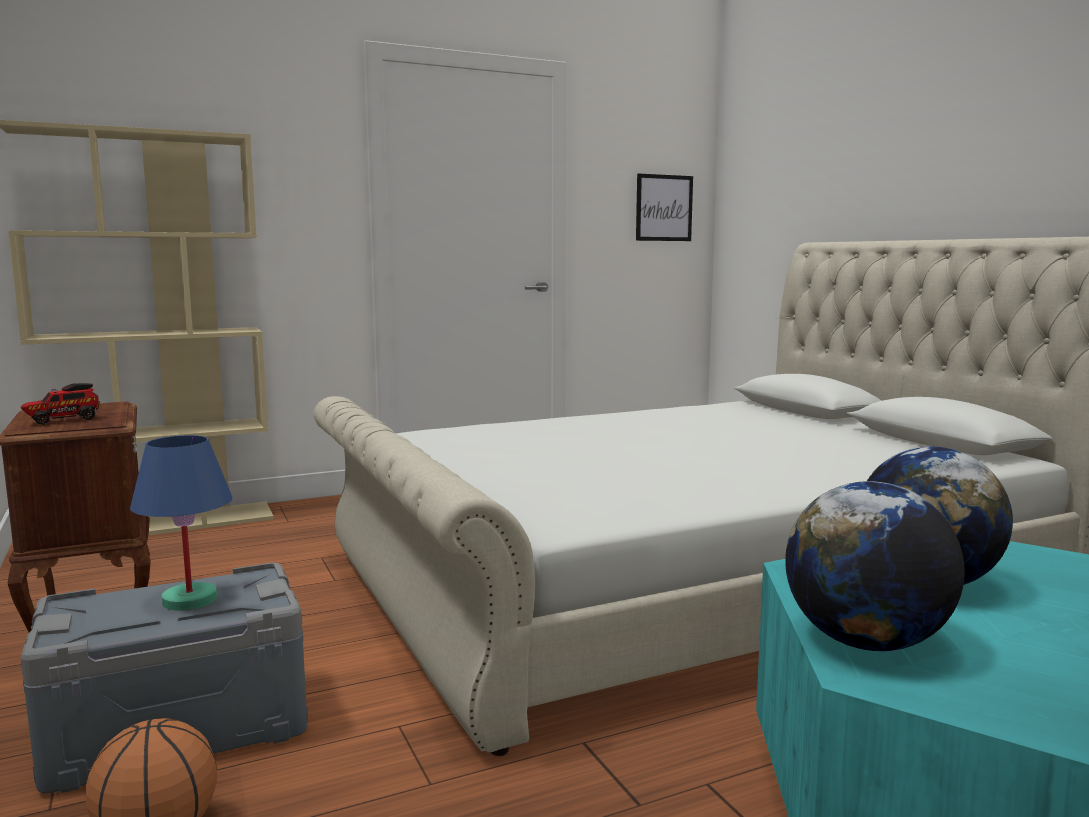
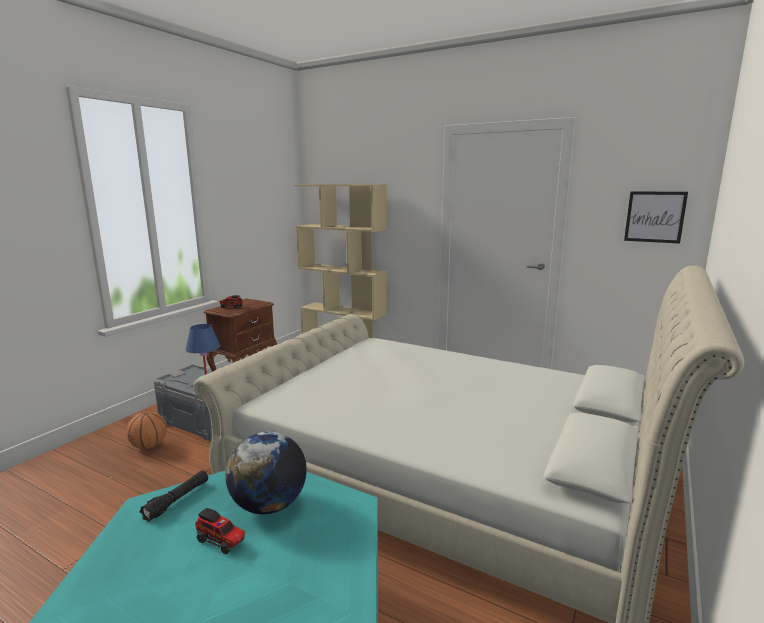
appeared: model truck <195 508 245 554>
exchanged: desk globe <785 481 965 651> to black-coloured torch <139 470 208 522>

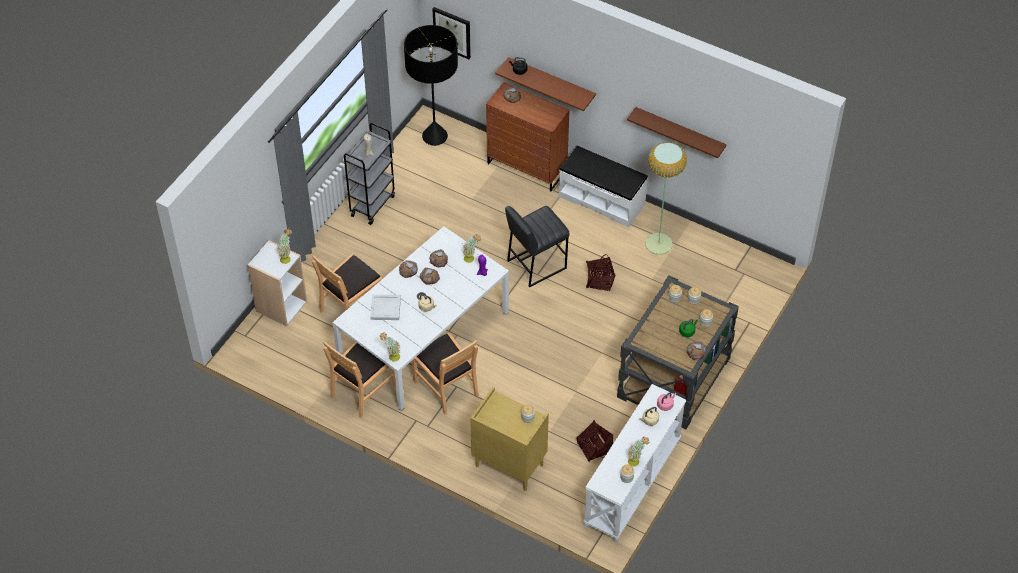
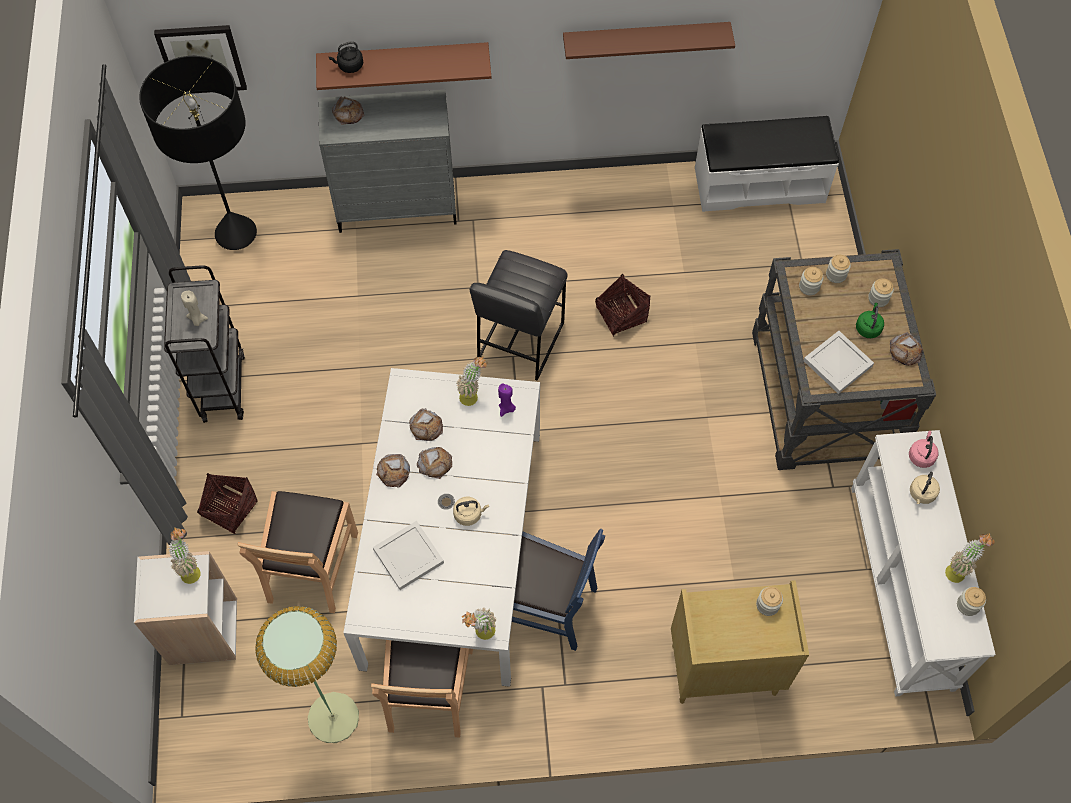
appeared: white carrying tray <803 331 874 394>
relocated: white long seat <559 146 648 228> to <695 116 839 212>; basket <577 420 613 461> to <197 473 258 534>; standing lamp <645 142 687 255> to <255 606 359 743>
colour: brown-coloured chair <412 333 479 415> to bluish chair <494 529 605 651>; brown-coloured drawer chest <486 82 570 191> to gray drawer chest <319 90 457 233>

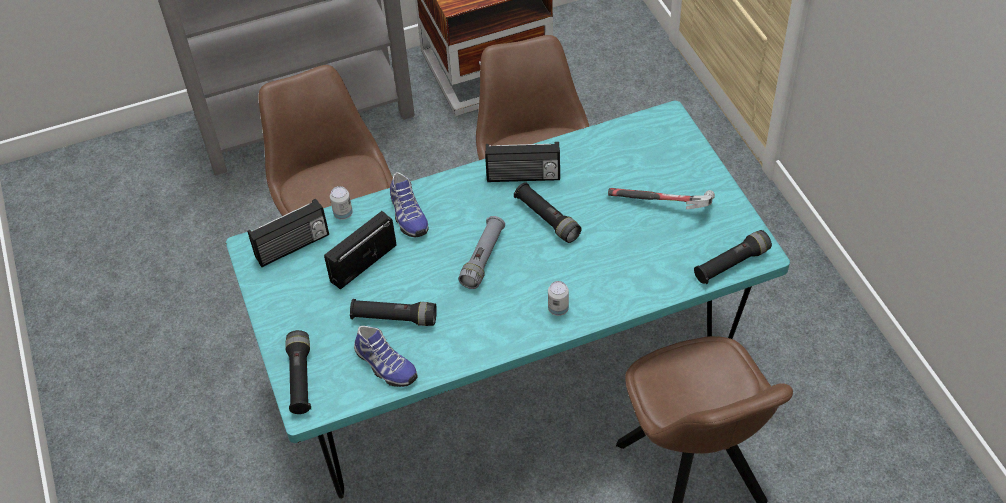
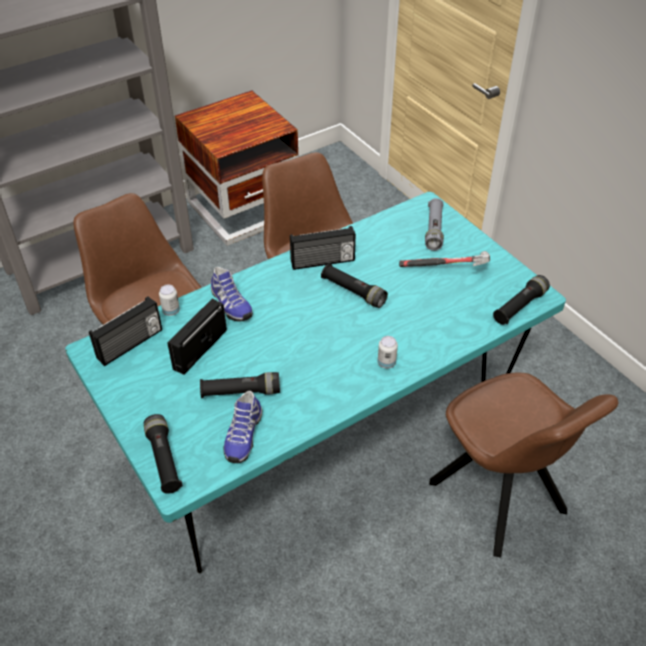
relocated: gray torch <458 216 505 289> to <425 198 444 251>
spun: low shoe <354 326 417 387> = <224 391 262 463> 75 degrees clockwise

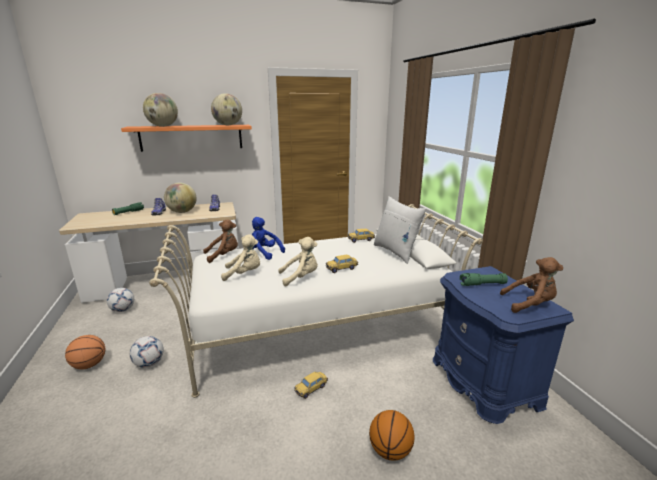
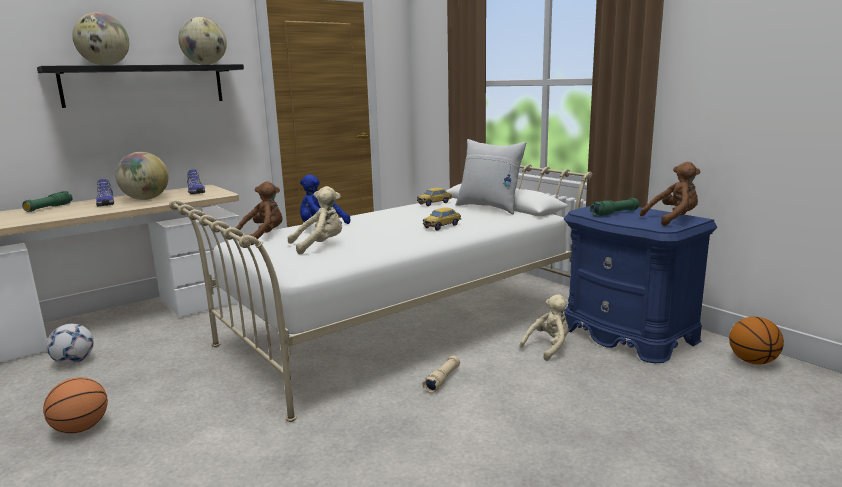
missing: football <130 336 164 368>
relocated: beige cuddly toy <278 237 318 286> to <520 294 569 361>; basketball <369 410 415 461> to <729 317 784 364>
exchanged: miniature car <294 372 328 399> to beige torch <423 355 460 394>
colour: orange bracket shelf <121 125 252 152> to black-coloured bracket shelf <37 64 244 108>

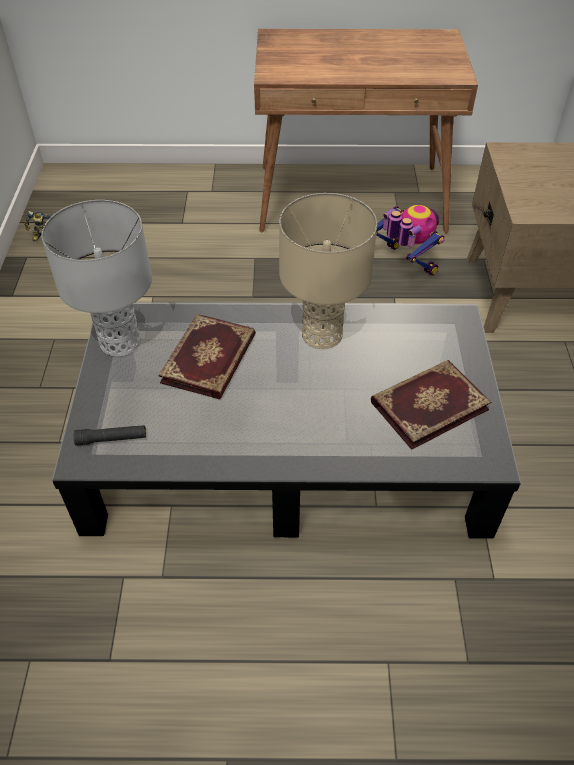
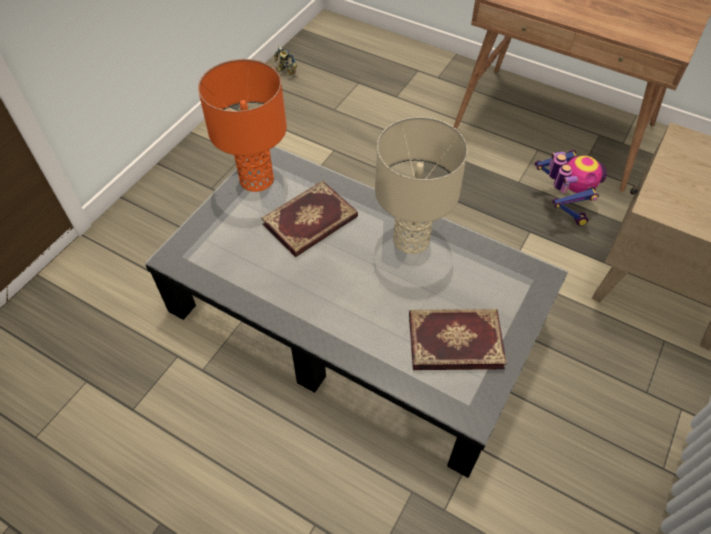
missing: black-coloured torch <73 425 146 446>
colour: white lamp for a table <42 200 152 357> to orange lamp for a table <198 59 287 192>

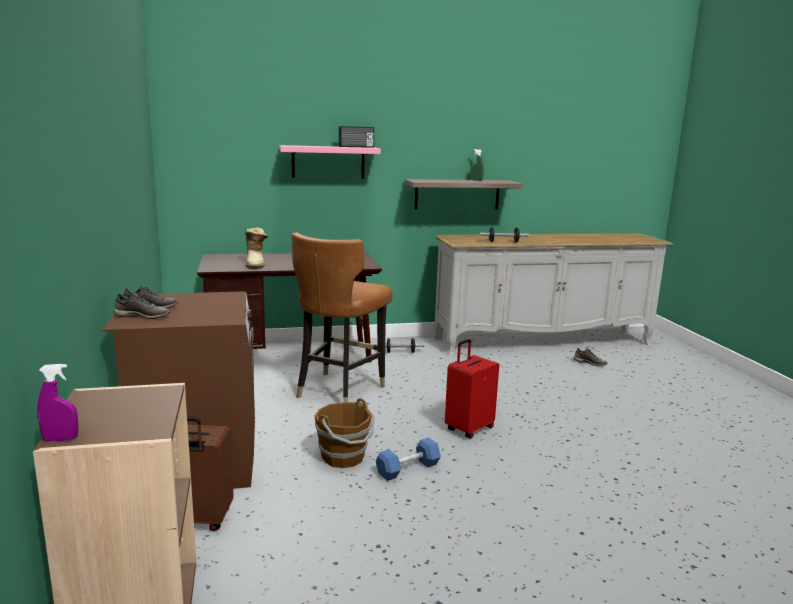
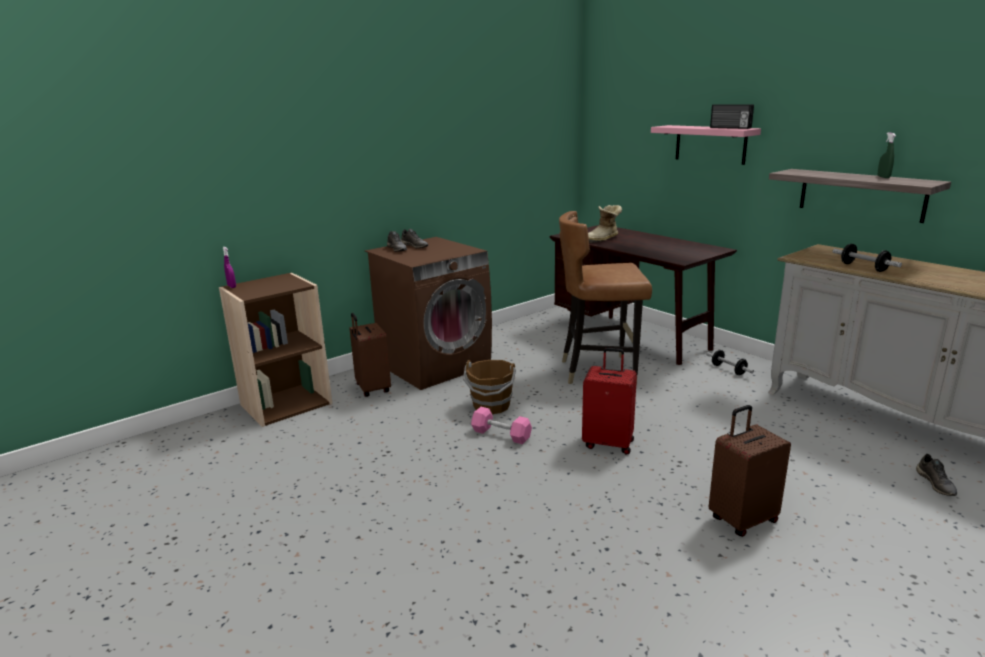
appeared: brown-coloured travel case <709 405 791 537>
colour: bluish dumbbell <376 437 441 481> to pink-coloured dumbbell <471 407 532 444>

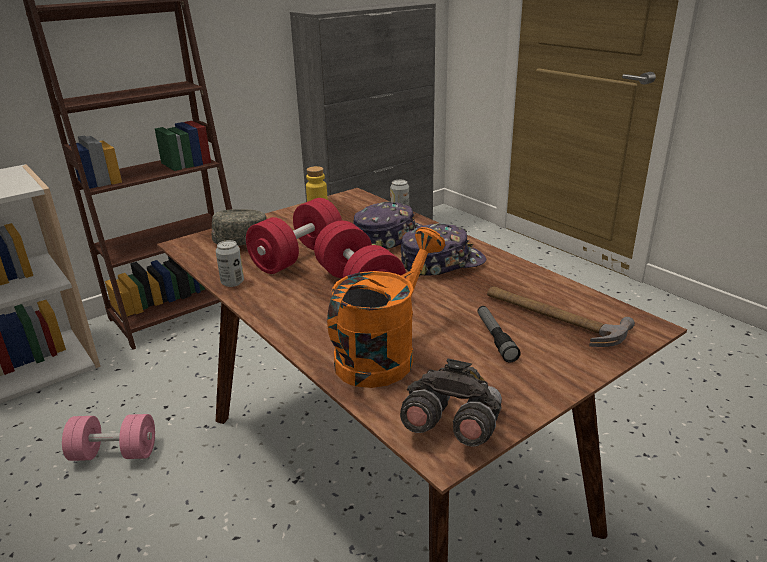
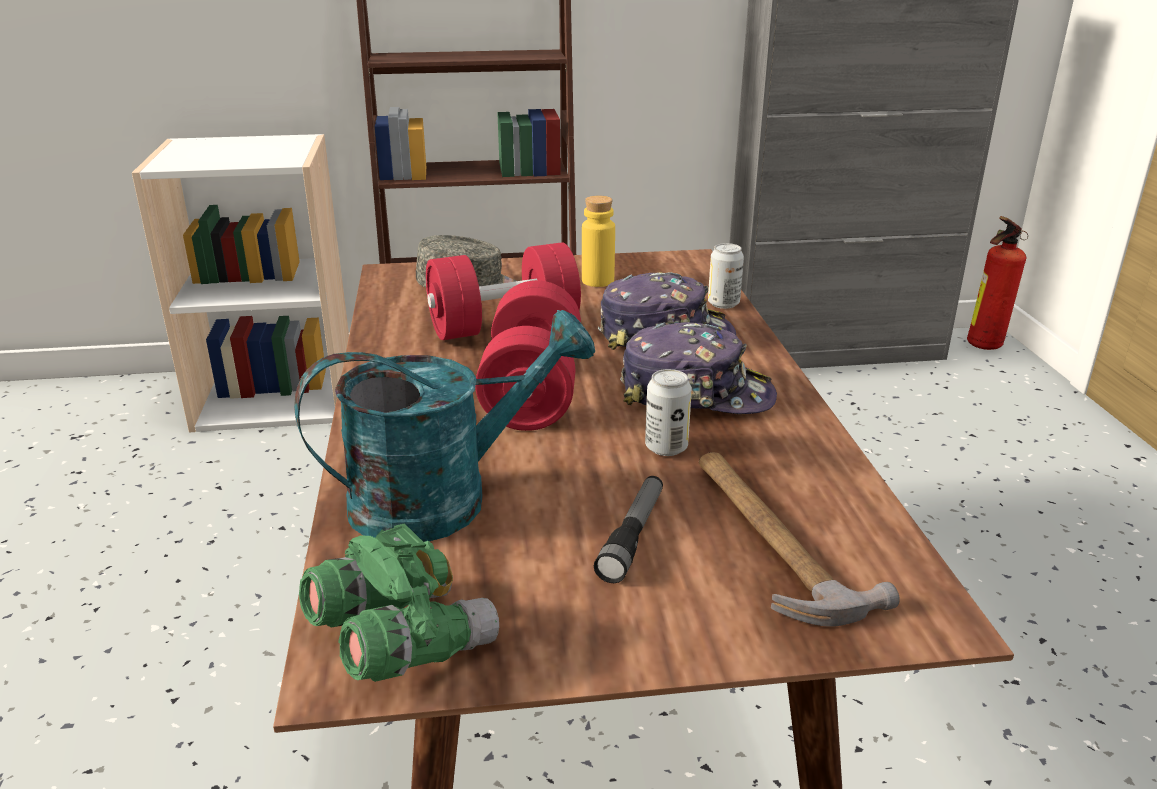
missing: pink-coloured dumbbell <62 414 155 461>
appeared: fire extinguisher <967 216 1028 350>
relocated: sealed can <216 240 244 287> to <645 369 692 456>
colour: orange watering can <327 227 445 388> to blue-green watering can <294 310 595 542>; gray pair of binoculars <400 359 502 447> to green-coloured pair of binoculars <299 523 499 682>

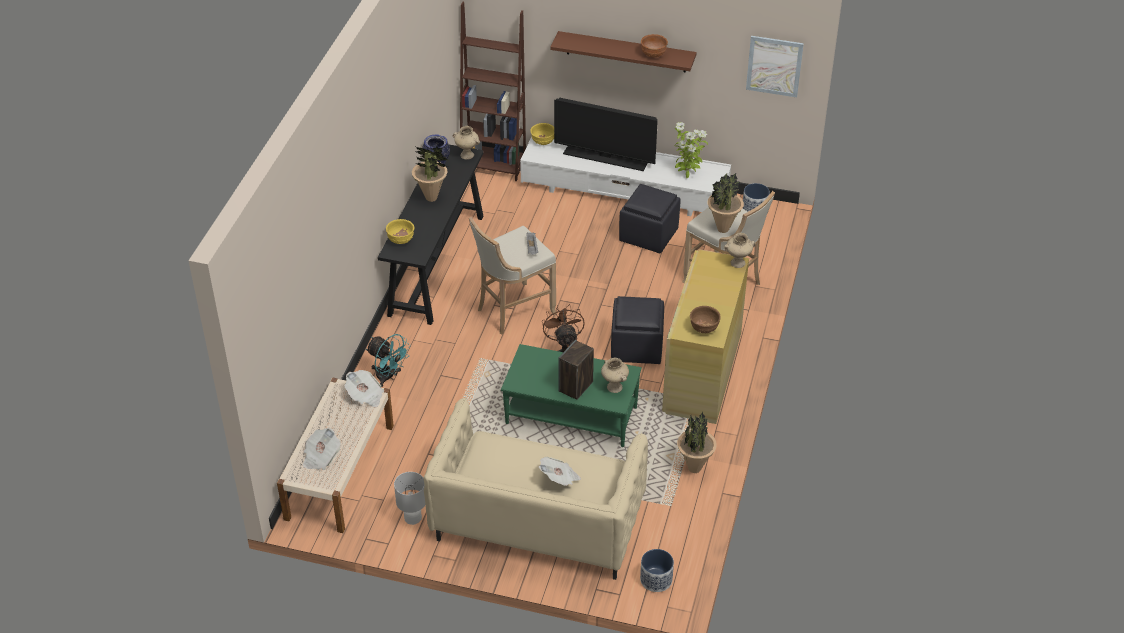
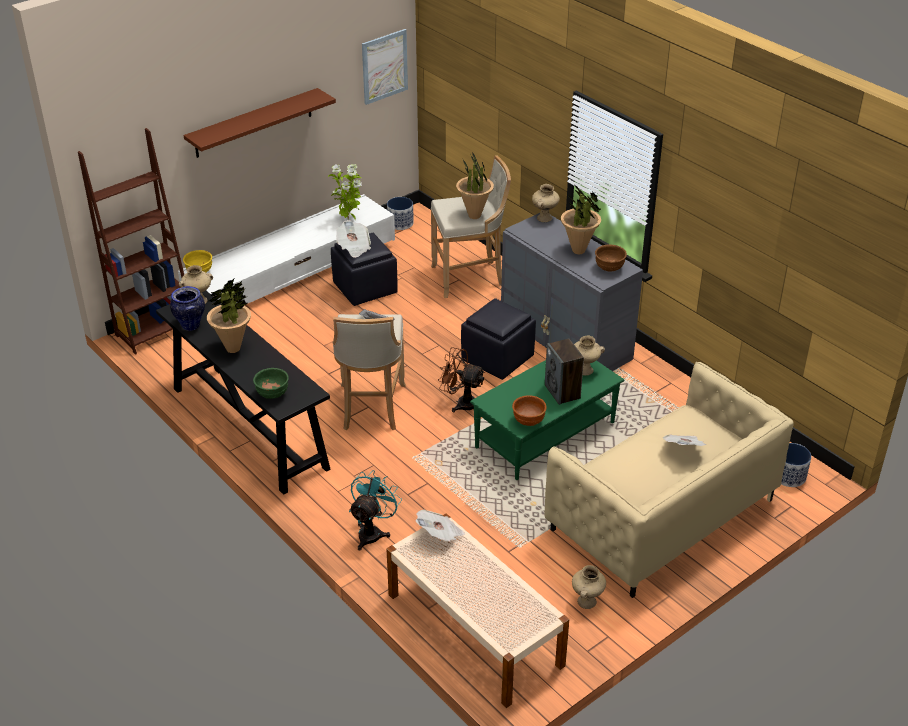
missing: television <554 98 658 171>
relocated: newspaper <303 428 341 470> to <336 220 371 258>; brown-coloured bowl <641 34 668 57> to <512 395 547 426>; houseplant <677 411 717 473> to <561 183 601 254>
exchanged: gray lamp for a table <394 472 425 525> to beige vase <572 565 606 609>
colour: yellow bowl <386 219 414 244> to green-coloured bowl <253 368 289 399>; yellow storage cabinet <662 249 749 424> to gray storage cabinet <501 213 643 371>
spun: blue-green cooling fan <366 334 411 387> = <349 470 402 551> 45 degrees counterclockwise

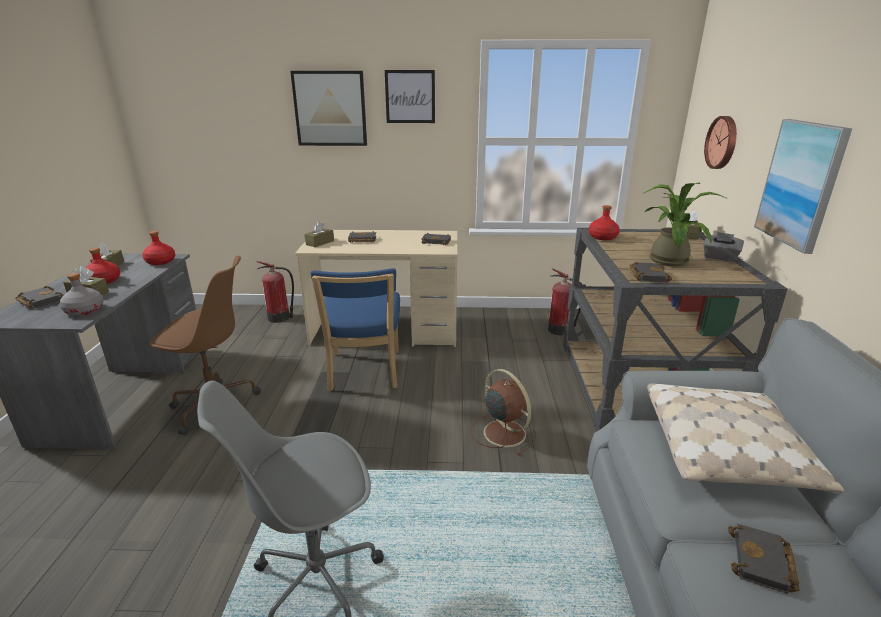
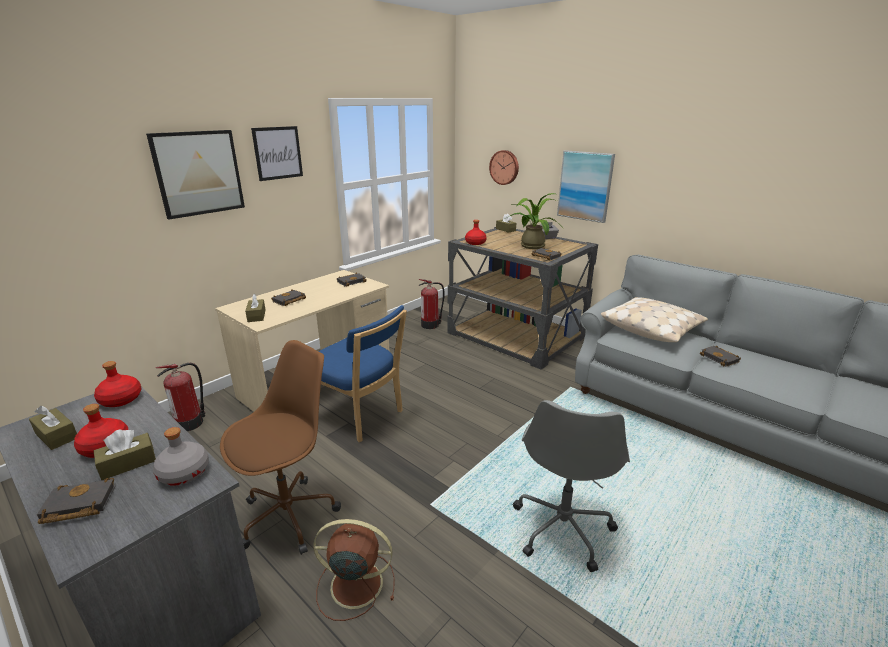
relocated: brown-coloured cooling fan <471 369 536 455> to <313 519 395 621>

